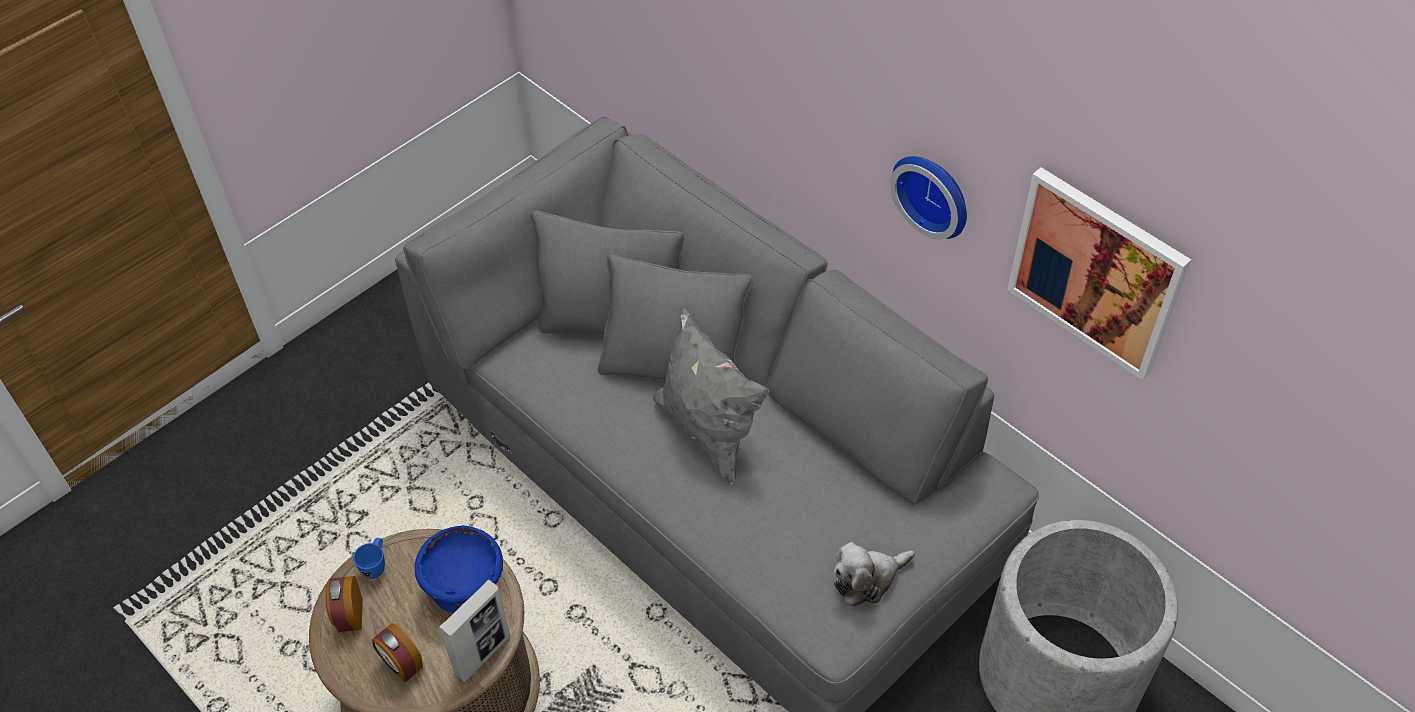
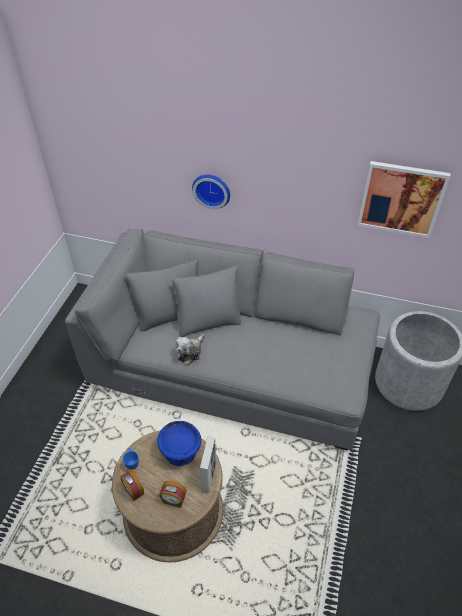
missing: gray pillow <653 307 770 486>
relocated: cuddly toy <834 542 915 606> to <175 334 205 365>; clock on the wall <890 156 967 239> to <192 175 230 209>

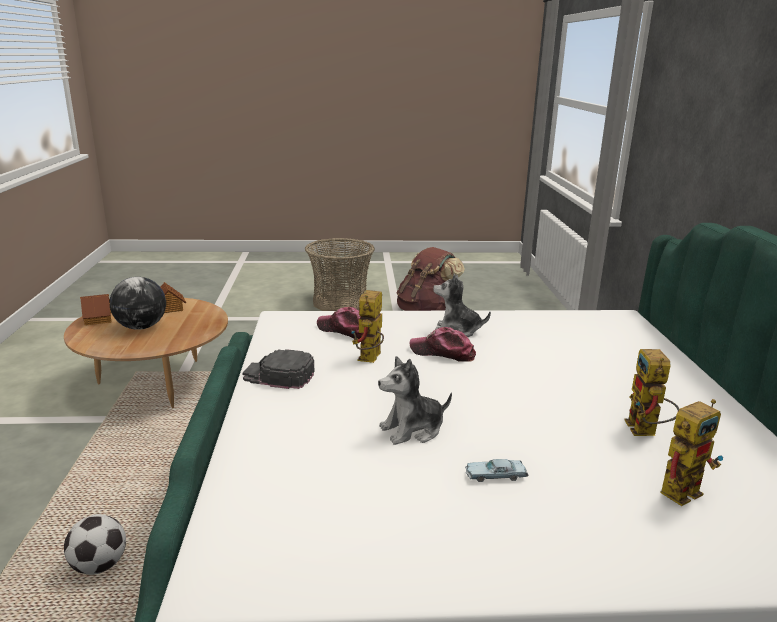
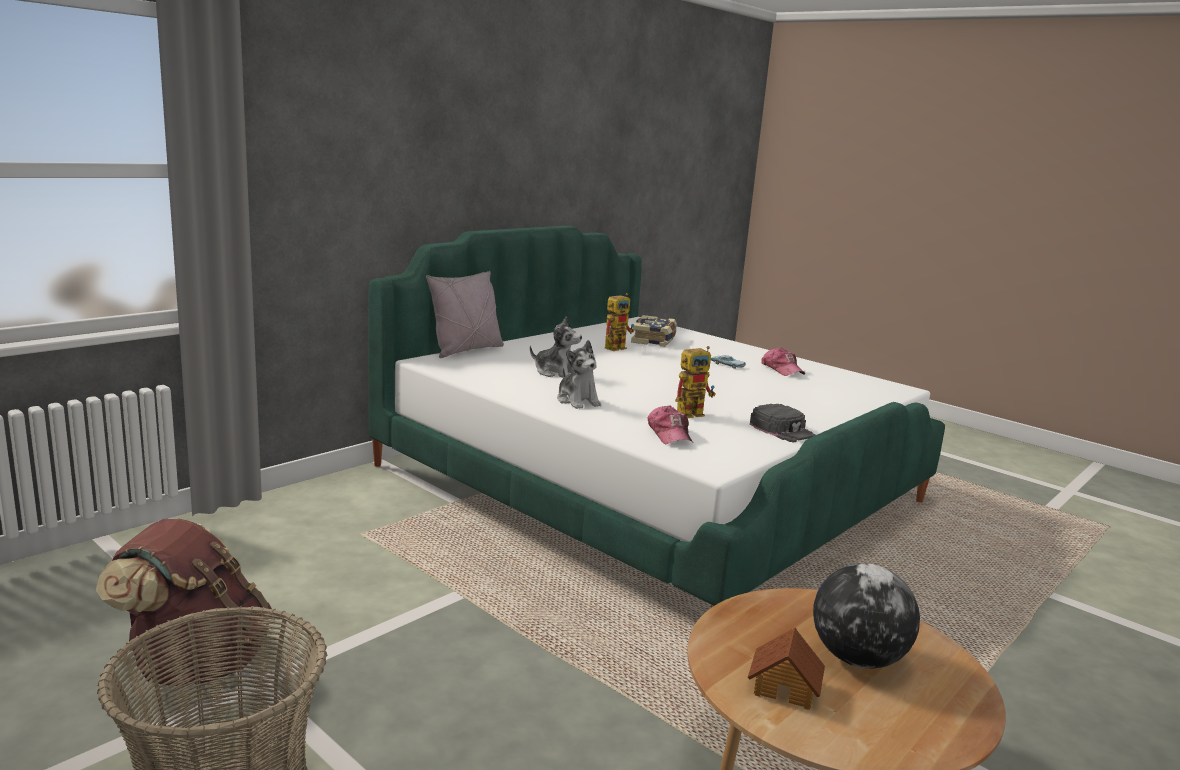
missing: football <64 514 126 575>; miniature house <80 294 112 326>
appeared: purplish pillow <426 271 504 358>
relocated: cuddly toy <378 356 452 445> to <530 316 582 377>; cap <410 327 476 362> to <761 348 805 376>
exchanged: toy robot <660 399 723 506> to bound book <631 315 677 347>

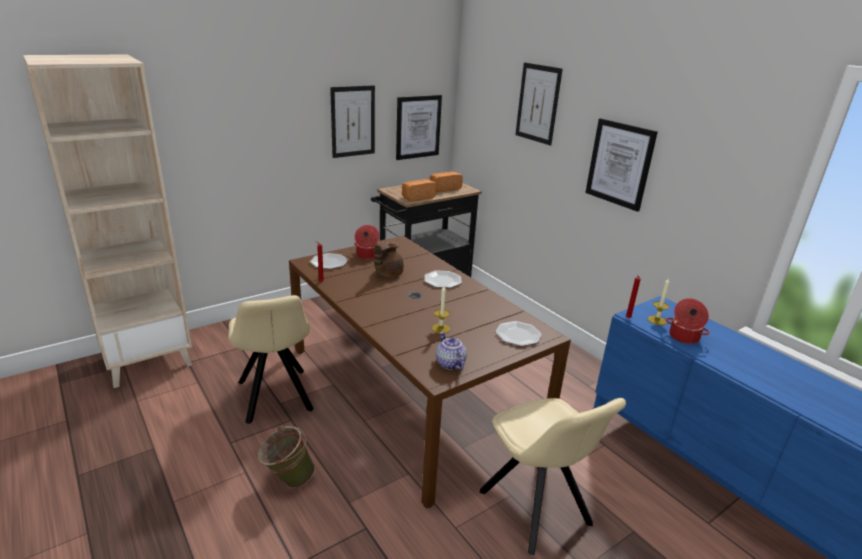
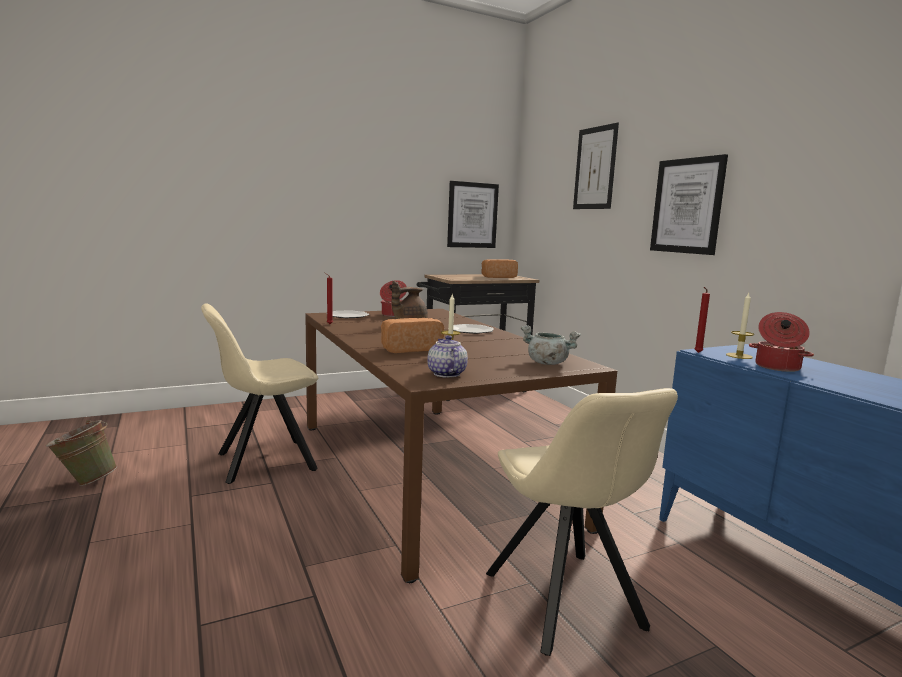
missing: beige shelving unit <23 55 192 388>; wall art <330 85 375 158>
relocated: green-coloured bucket <258 426 315 488> to <46 420 117 486>; baked bread <402 179 437 202> to <381 318 444 353>
exchanged: dinner plate <495 321 542 346> to gray saucepot <521 325 581 365>
spun: beige chair <229 295 314 424> = <201 303 318 484> 75 degrees clockwise

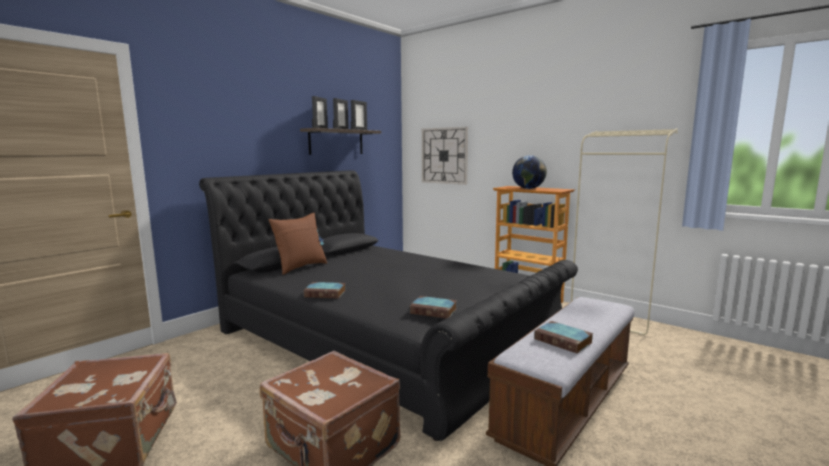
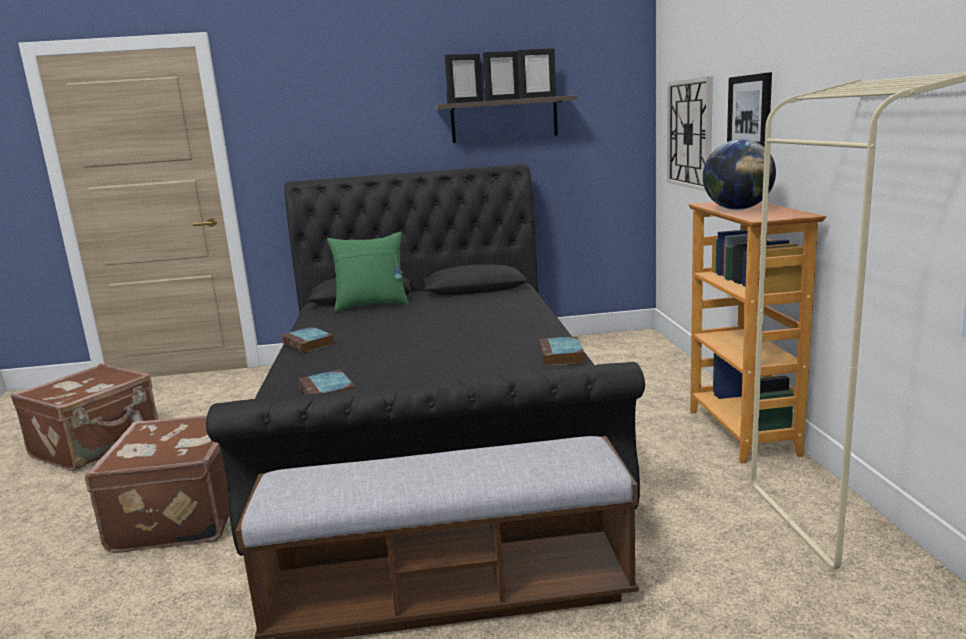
appeared: wall art <727 72 772 147>
relocated: bound book <534 321 594 354> to <539 336 585 366>
colour: brown-coloured pillow <269 213 327 275> to green-coloured pillow <327 232 409 312>

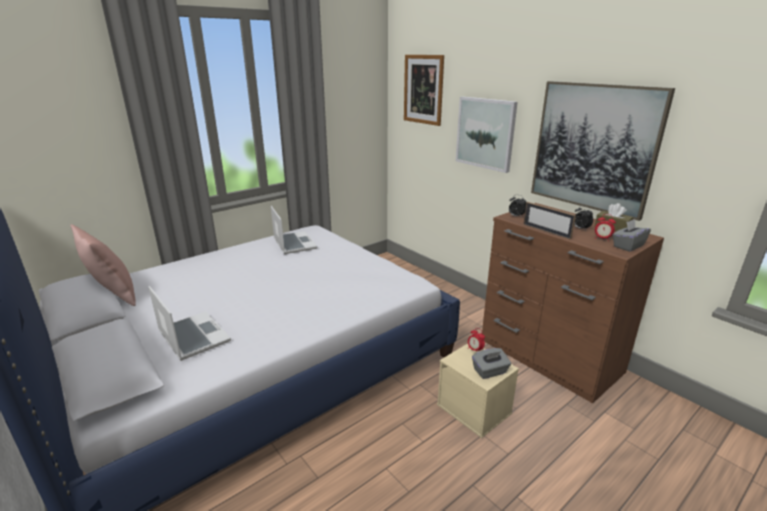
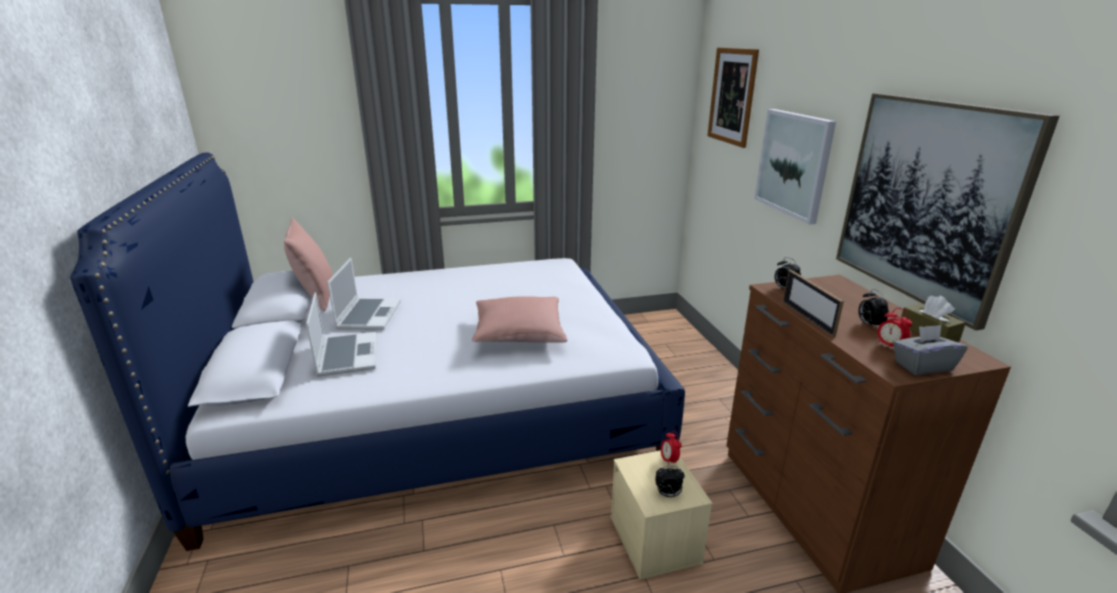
appeared: pink-coloured pillow <472 296 567 343>
relocated: laptop <271 206 317 254> to <327 258 401 329>
exchanged: gray tissue holder <472 348 511 379> to bedside clock <655 466 685 497>

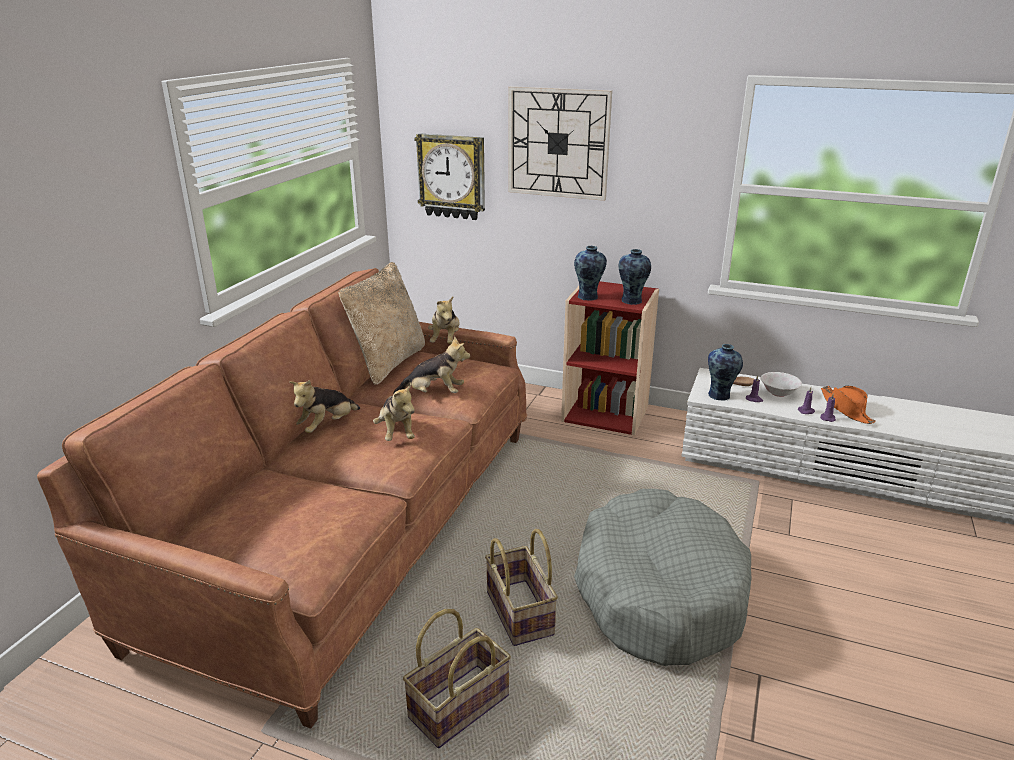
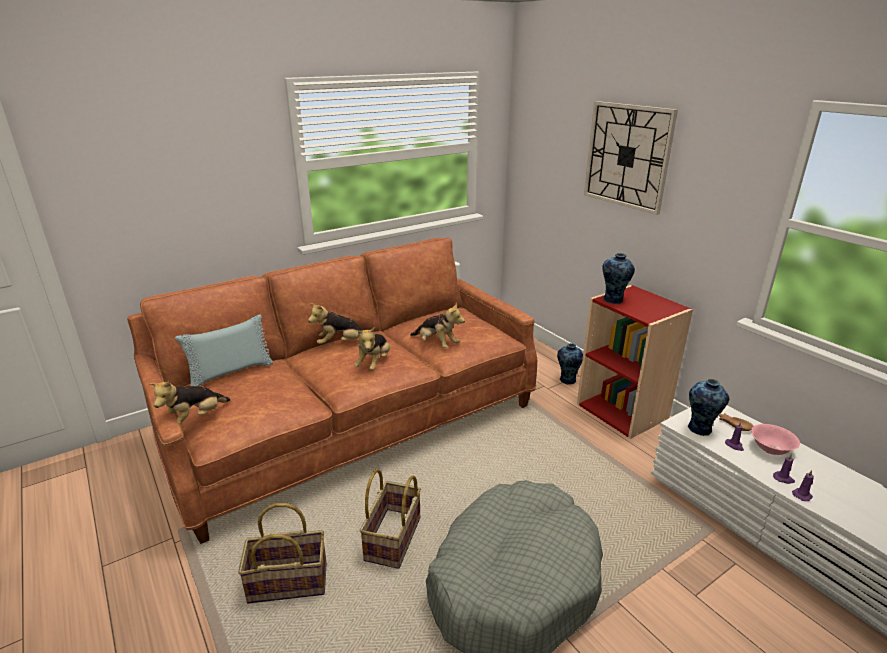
missing: beige pillow <339 262 425 385>; clock on the wall <414 133 485 220>; orange clothing hat <821 386 876 424>
appeared: bluish pillow <175 314 273 386>
relocated: cuddly toy <428 297 460 344> to <149 381 230 425>; vase <619 249 651 305> to <557 343 583 385>
colour: white bowl <761 372 802 397> to pink-coloured bowl <751 424 800 455>

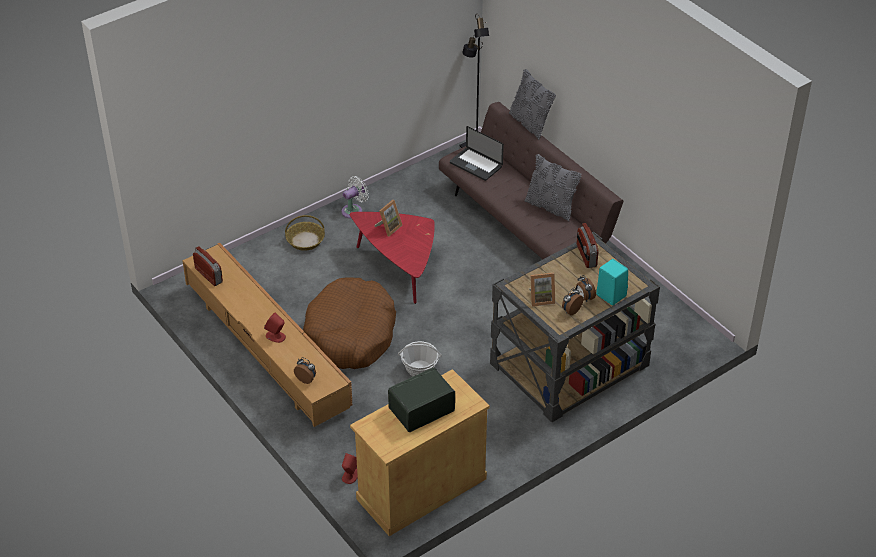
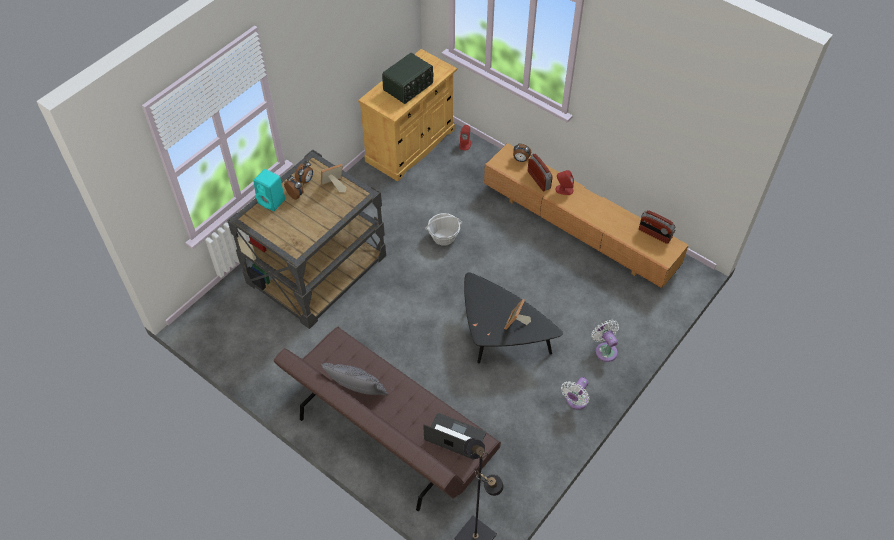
missing: brown-coloured dog cushion <303 278 396 369>; gray pillow <509 69 556 140>
relocated: radio set <577 223 599 268> to <528 154 553 191>
exchanged: basket <285 215 325 251> to white cooling fan <592 320 619 362>
colour: red coffee table <350 212 435 304> to black-coloured coffee table <464 272 563 363>

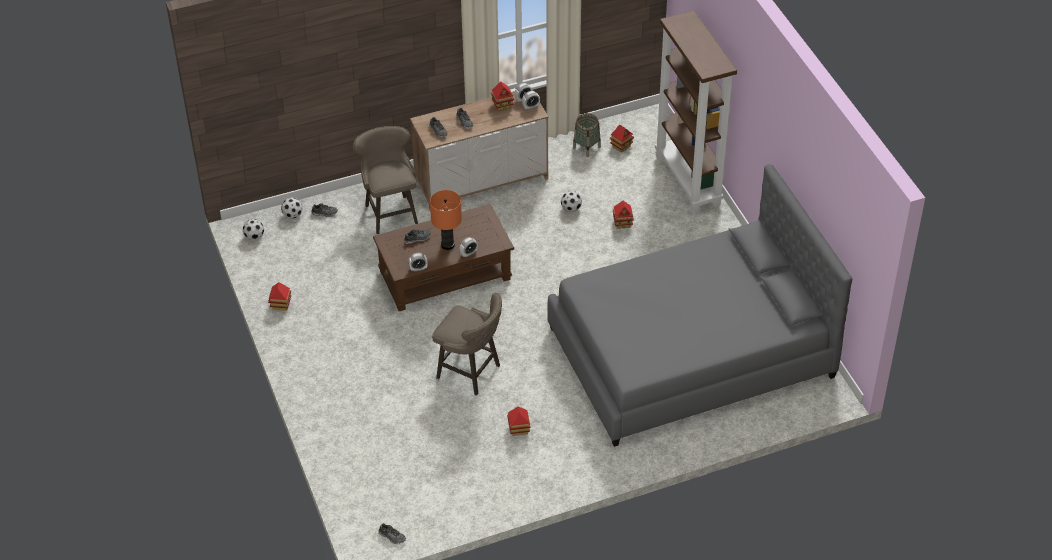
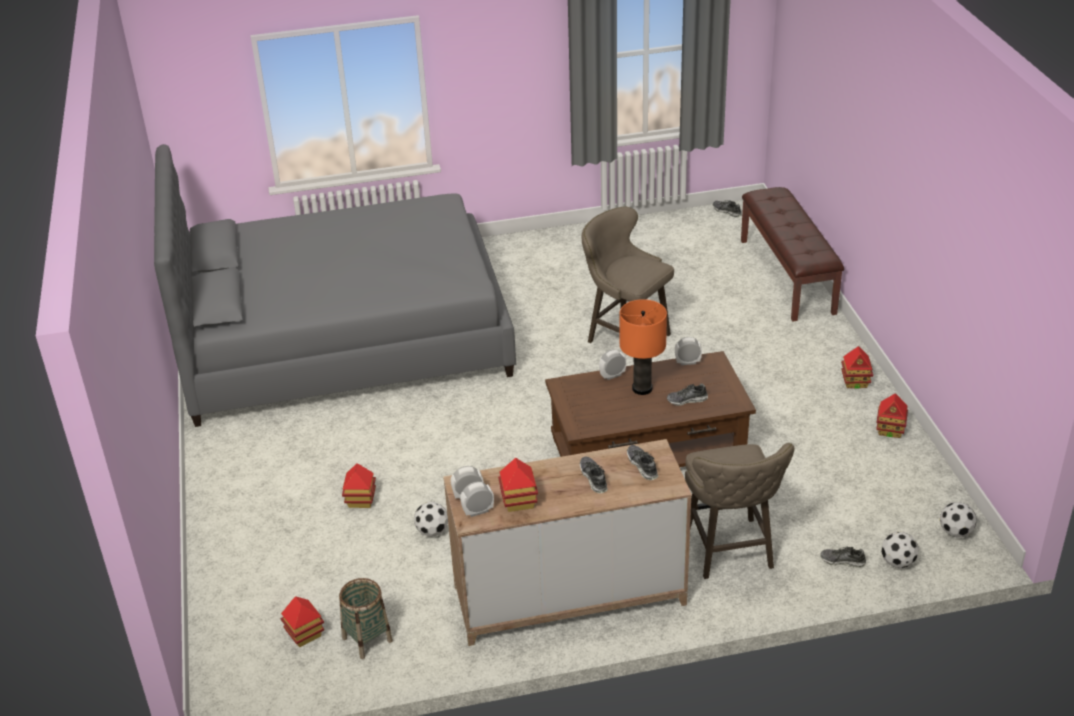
missing: brown-coloured shelving unit <655 10 737 213>
appeared: brown-coloured long seat <741 187 844 322>
relocated: miniature house <507 407 531 436> to <841 346 873 388>

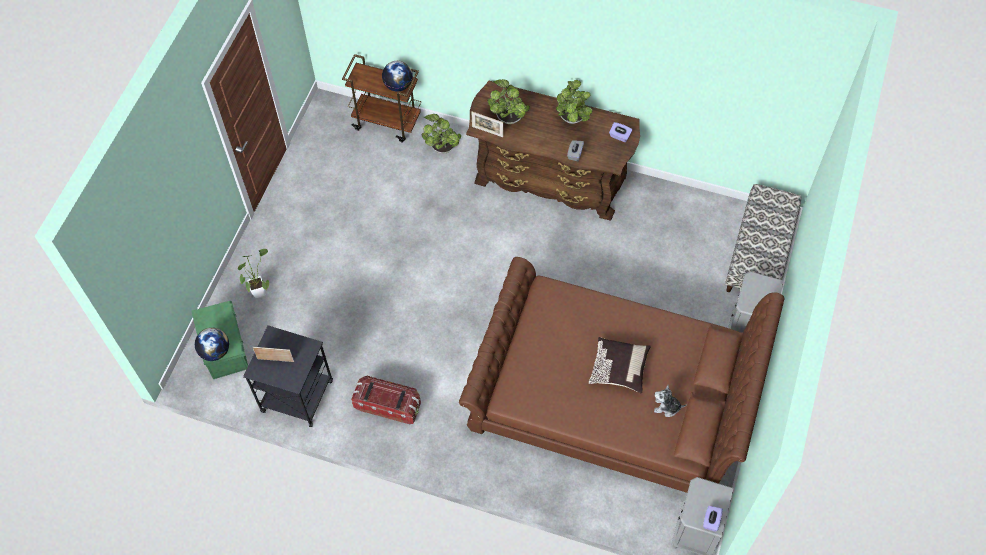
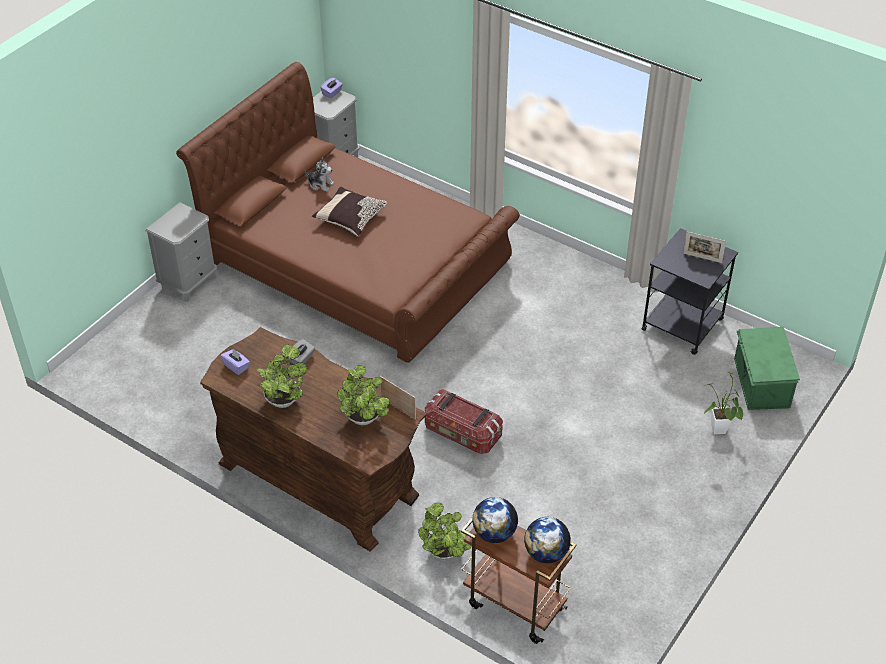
missing: long seat <725 184 801 292>
relocated: desk globe <195 328 229 361> to <524 517 571 564>; storage box <351 376 421 424> to <425 389 503 454>

